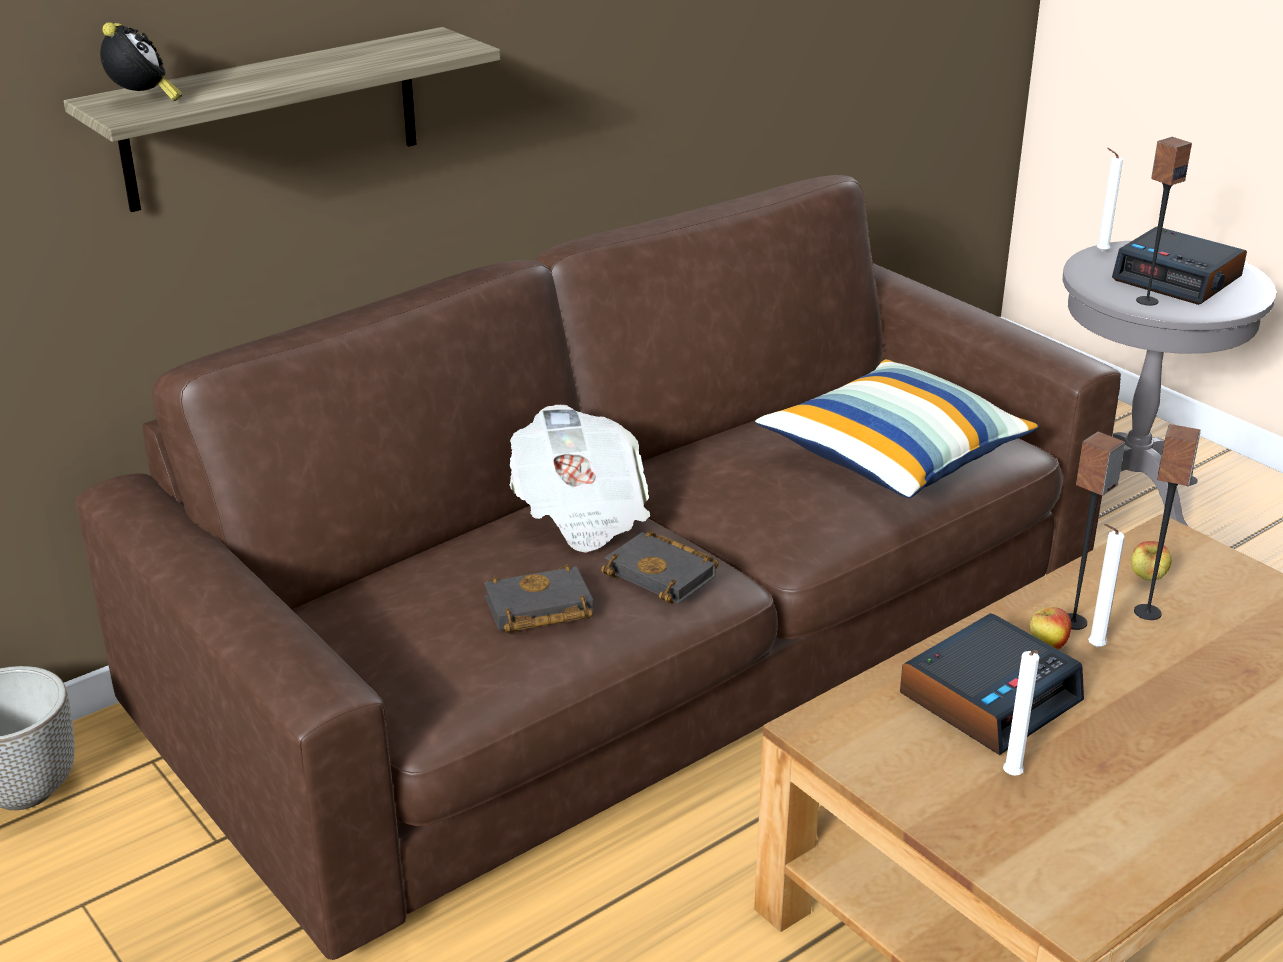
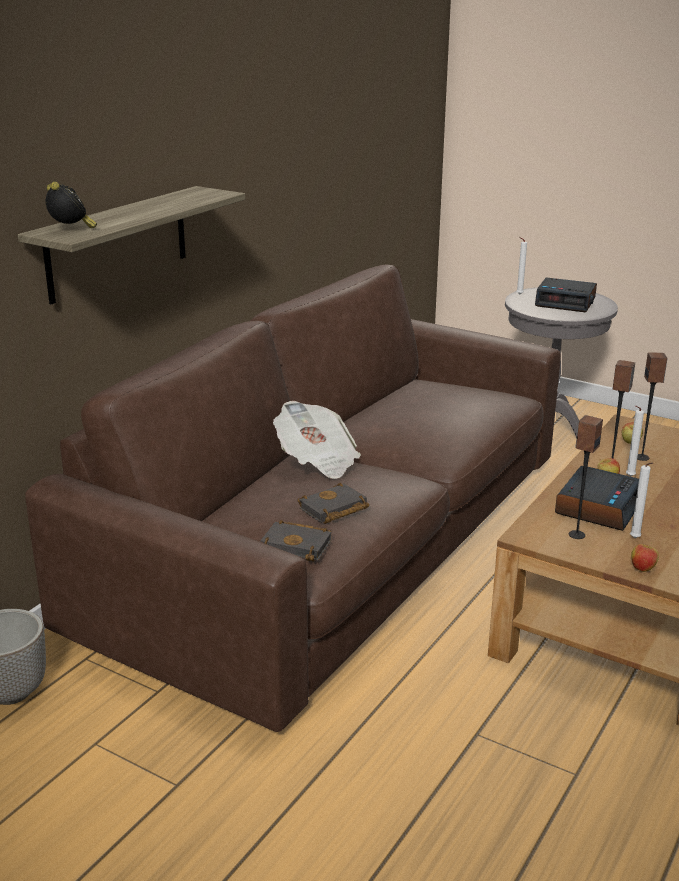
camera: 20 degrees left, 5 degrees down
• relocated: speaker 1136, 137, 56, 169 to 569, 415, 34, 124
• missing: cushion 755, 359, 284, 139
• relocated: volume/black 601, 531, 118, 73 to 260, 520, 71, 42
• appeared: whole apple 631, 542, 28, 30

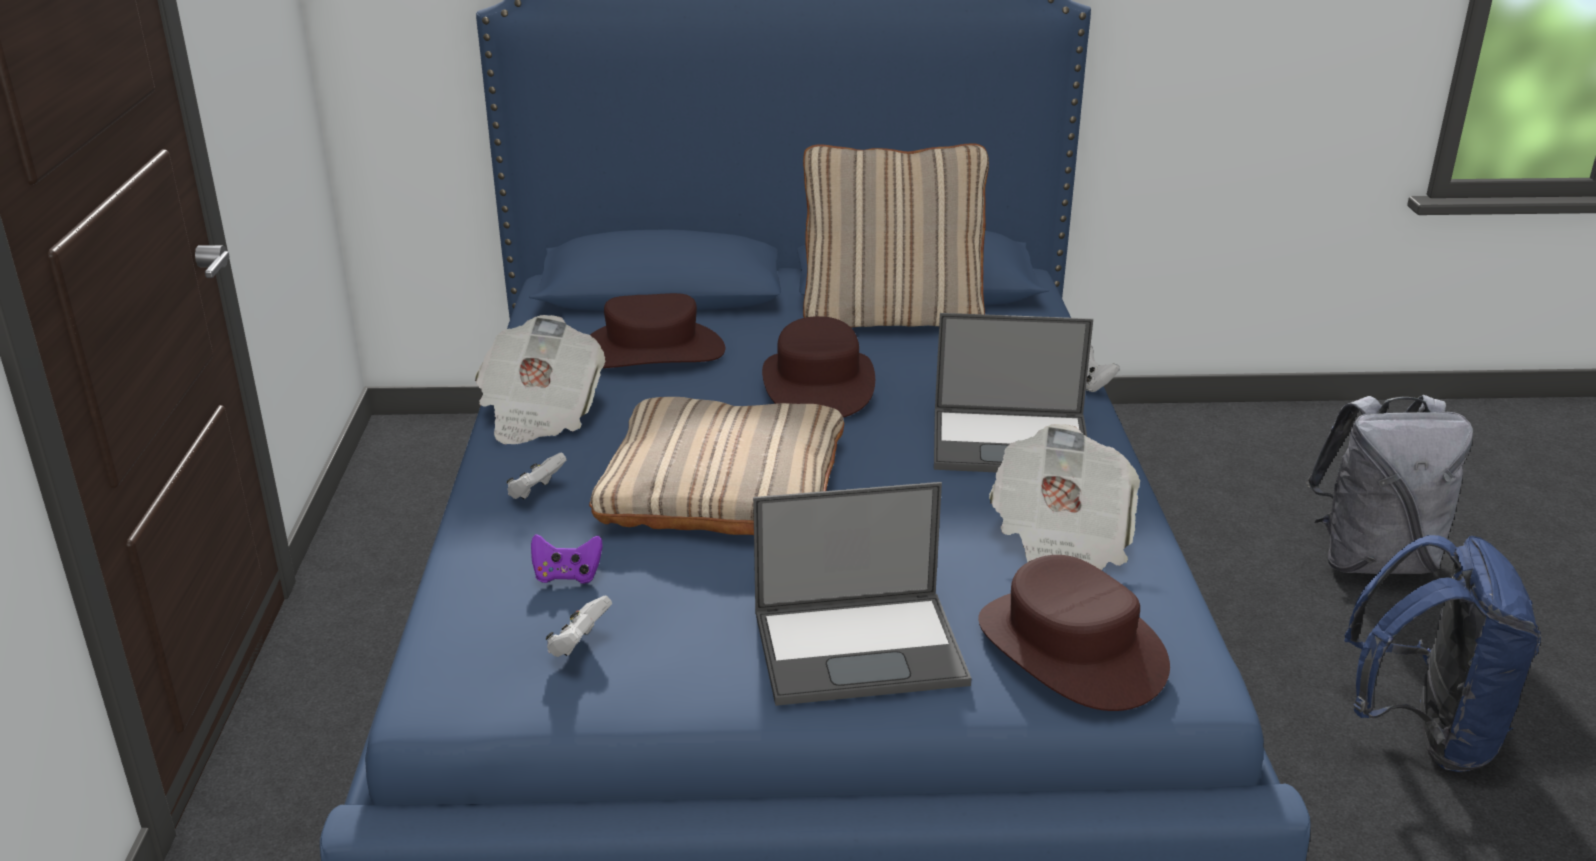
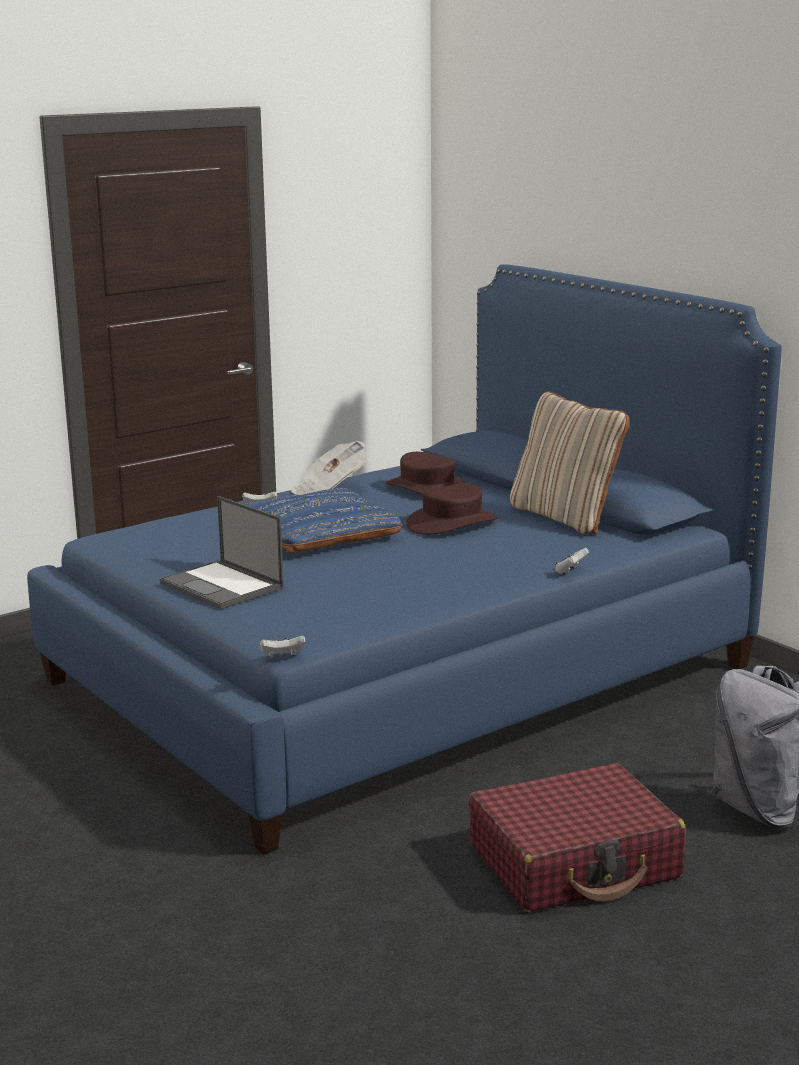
camera: 55 degrees right, 10 degrees down
• missing: notebook computer 934, 313, 159, 160
• colour: cushion/beige 589, 397, 255, 138 to cushion/bluish 244, 488, 158, 65
• missing: printed paper 989, 424, 151, 146
• missing: game controller/purplish 531, 534, 72, 50
• exchanged: rucksack/bluish 1344, 535, 197, 237 to suitcase/red-coloured 469, 763, 217, 149
• missing: clothing hat/brownish 978, 555, 192, 156
• relocated: game controller/white-coloured 546, 596, 66, 61 to 260, 636, 45, 22

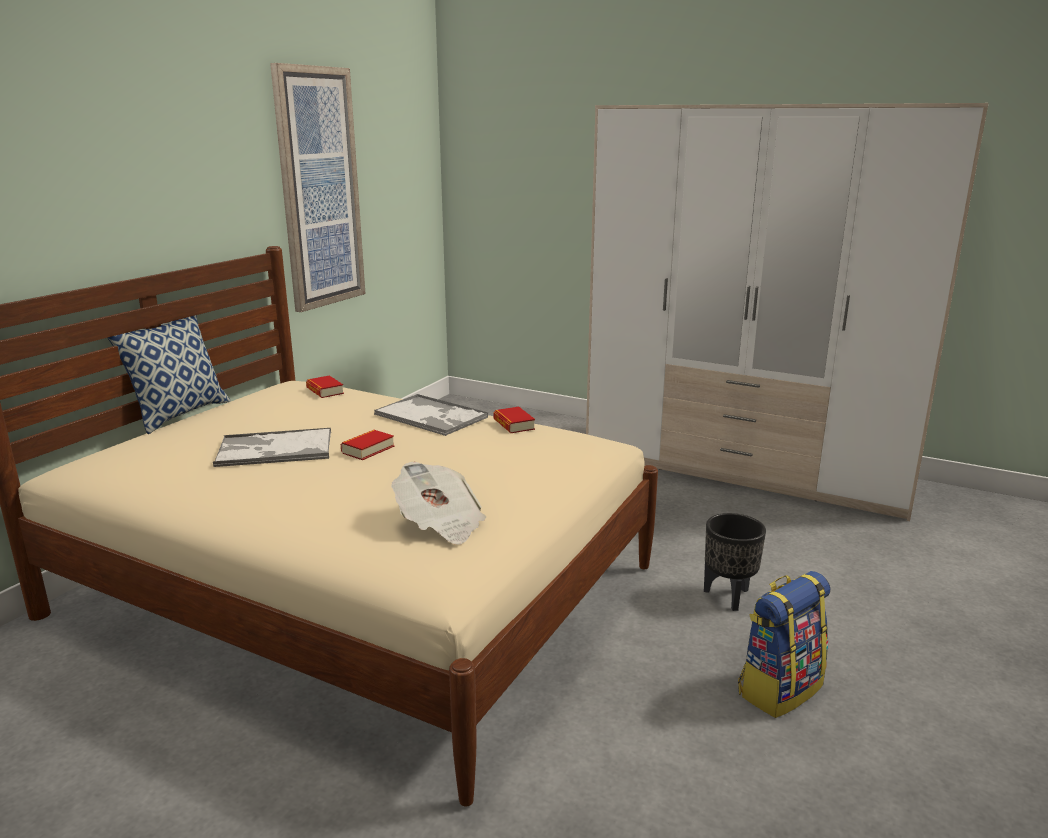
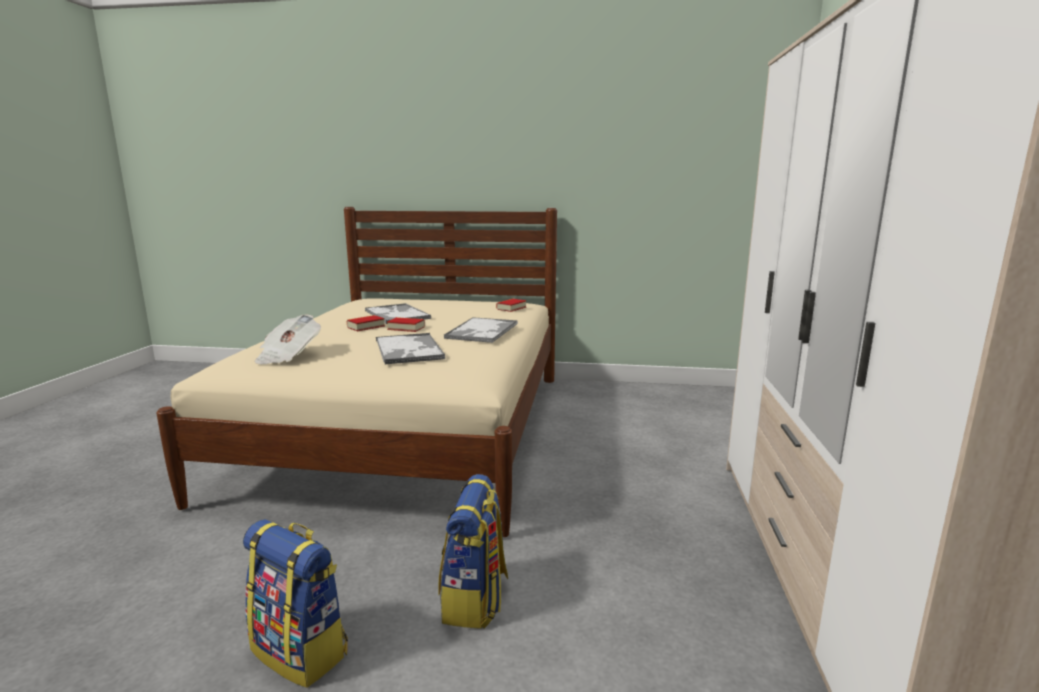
camera: 70 degrees right, 5 degrees down
• missing: wall picture 270, 63, 95, 249
• missing: cushion 108, 315, 123, 119
• relocated: volume 493, 407, 42, 26 to 347, 315, 38, 16
• exchanged: planter/black 704, 513, 62, 98 to rucksack 438, 474, 70, 155
• appeared: serving tray 376, 333, 69, 31

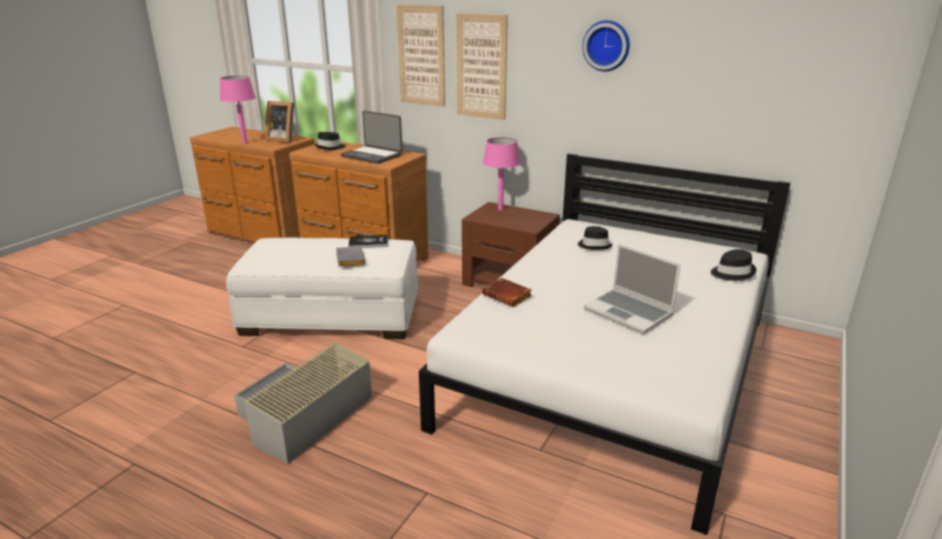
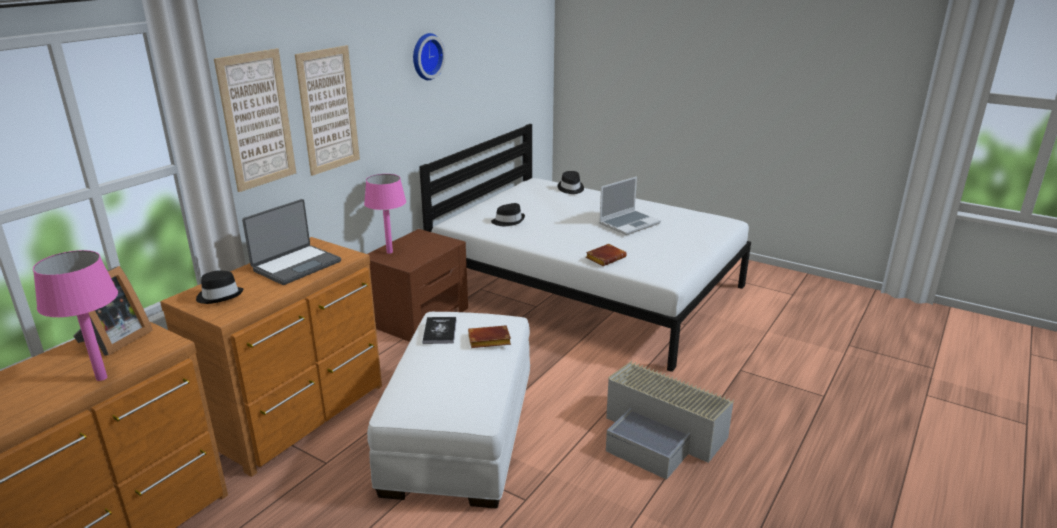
camera: 85 degrees left, 0 degrees up
• colour: volume/grey 336, 247, 29, 20 to volume/brownish 468, 326, 43, 22

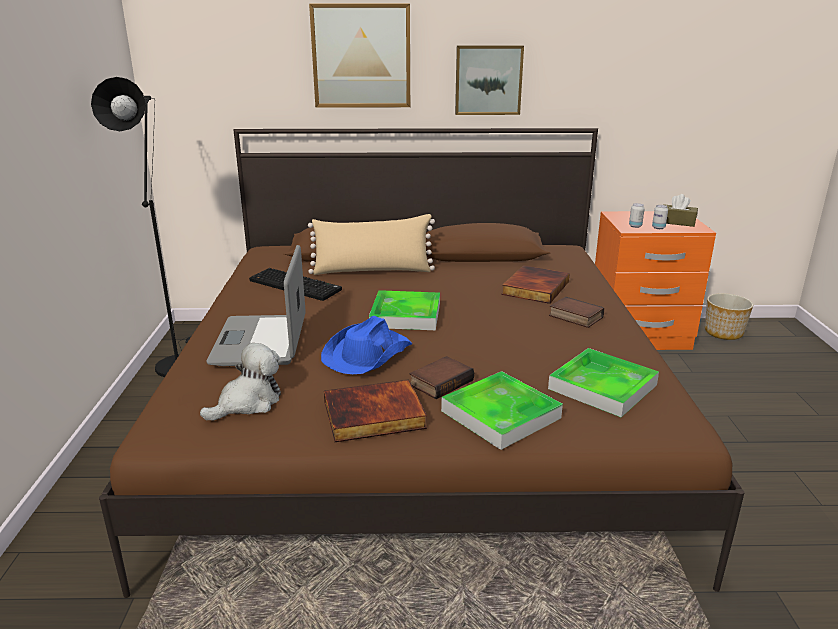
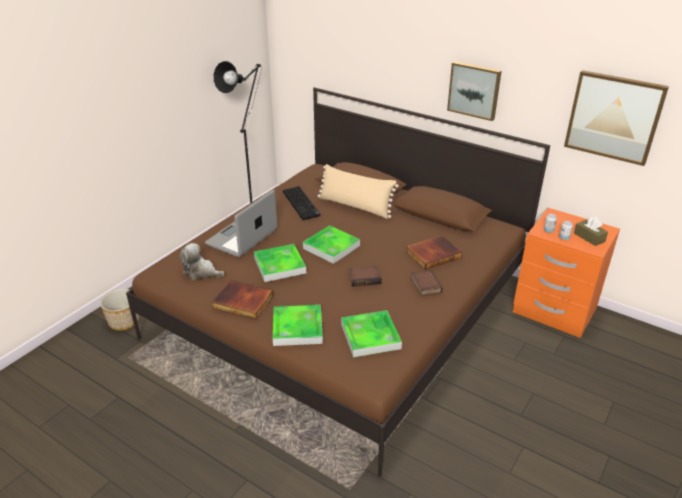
camera: 35 degrees right, 10 degrees up
• relocated: wall picture 309, 4, 101, 104 to 564, 70, 105, 96
• relocated: planter 705, 293, 48, 47 to 100, 289, 39, 42
• exchanged: clothing hat/bluish 321, 316, 91, 58 to serving tray 254, 244, 52, 38
• spun: cuddly toy 200, 343, 81, 77 = 179, 243, 45, 36 150 degrees counterclockwise
• relocated: volume 409, 356, 65, 43 to 348, 266, 34, 21

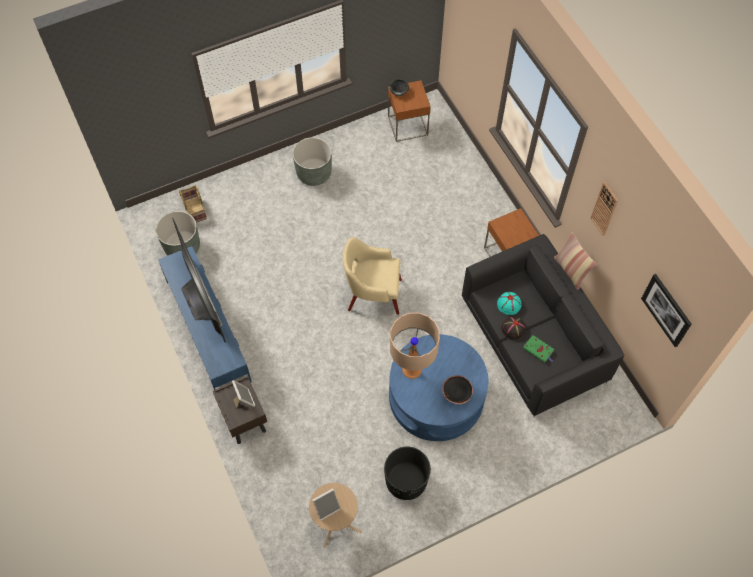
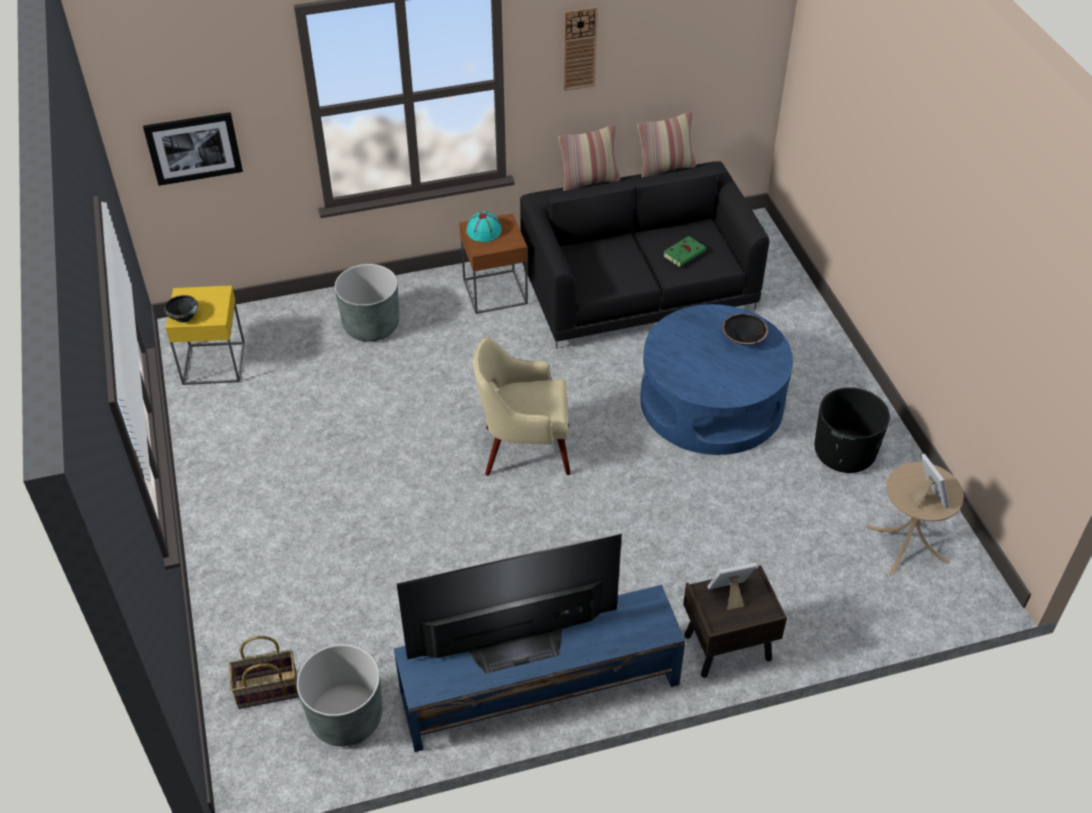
camera: 80 degrees left, 15 degrees down
• colour: end table/brownish 388, 80, 43, 62 to end table/yellow-coloured 166, 285, 79, 100
• relocated: planter/grey 293, 137, 39, 49 to 334, 264, 65, 78
• spun: armchair/beige 343, 237, 59, 78 = 473, 337, 98, 139 75 degrees clockwise
• relocated: wall picture 641, 274, 51, 73 to 143, 112, 100, 74
• relocated: clothing hat/turquoise 497, 292, 25, 23 to 467, 211, 35, 31
• missing: lamp for a table/beige 390, 313, 50, 66
• missing: clothing hat/black 501, 316, 25, 24
• appeared: cushion 637, 111, 59, 66

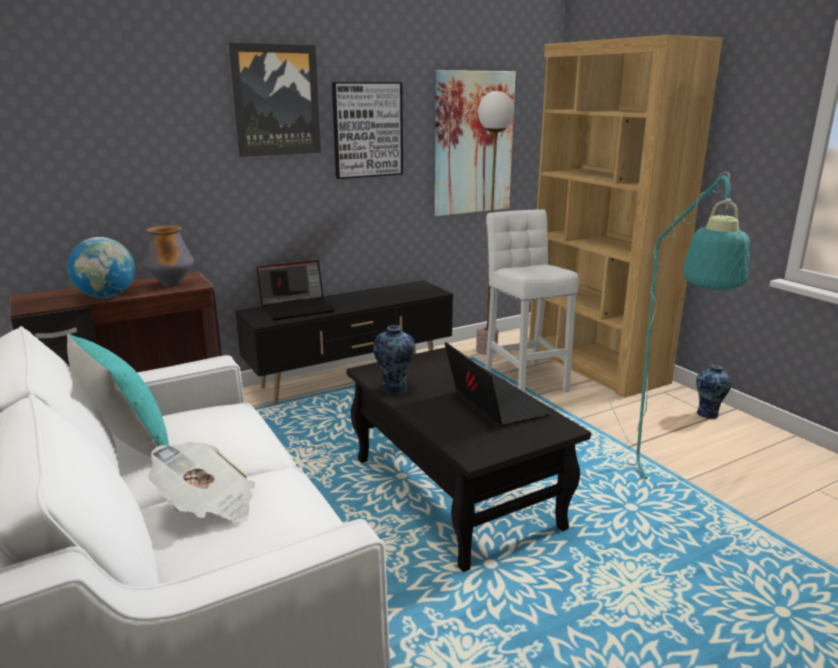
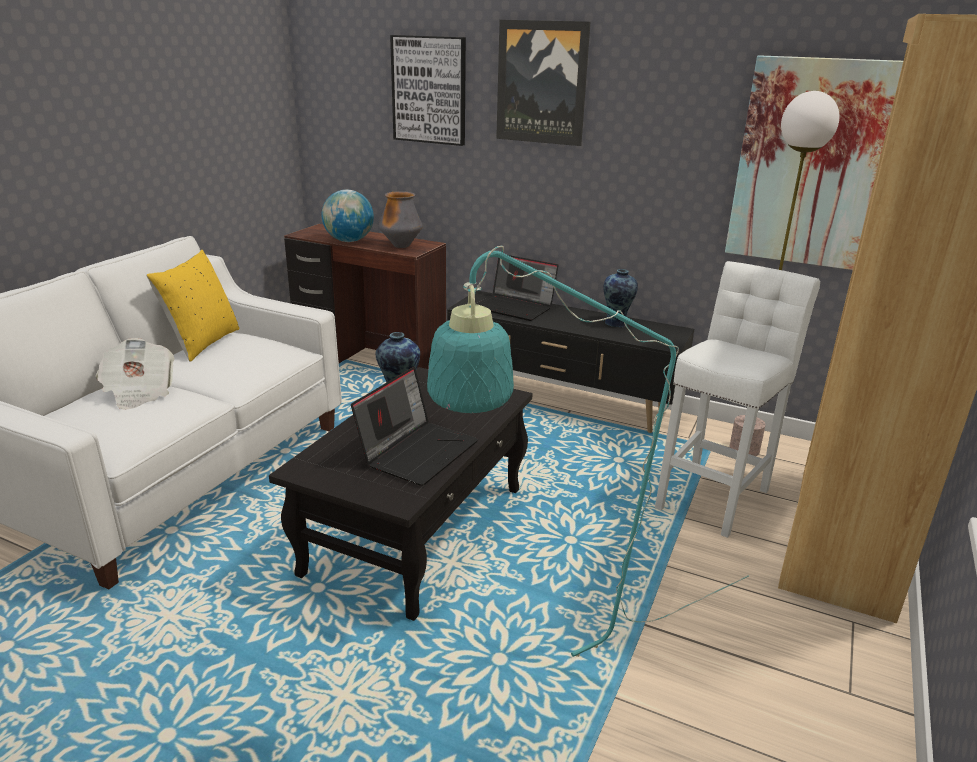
camera: 55 degrees right, 5 degrees up
• relocated: wall picture 332, 82, 71, 97 to 390, 35, 76, 111
• colour: cushion/turquoise 67, 334, 102, 123 to cushion/yellow-coloured 146, 250, 93, 112
• relocated: decorative vase 696, 365, 37, 54 to 603, 269, 35, 58

